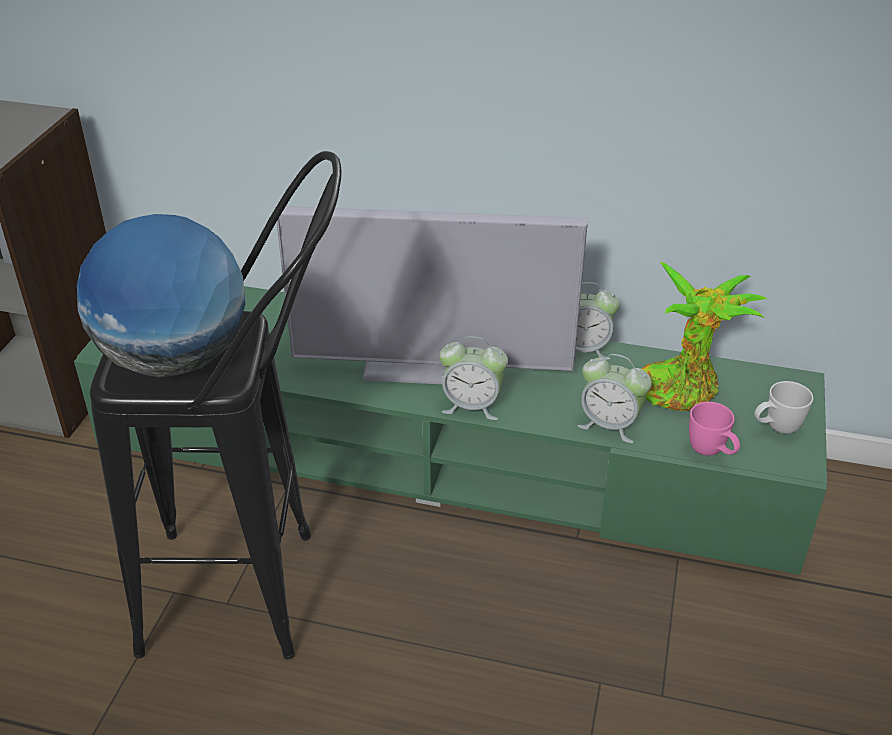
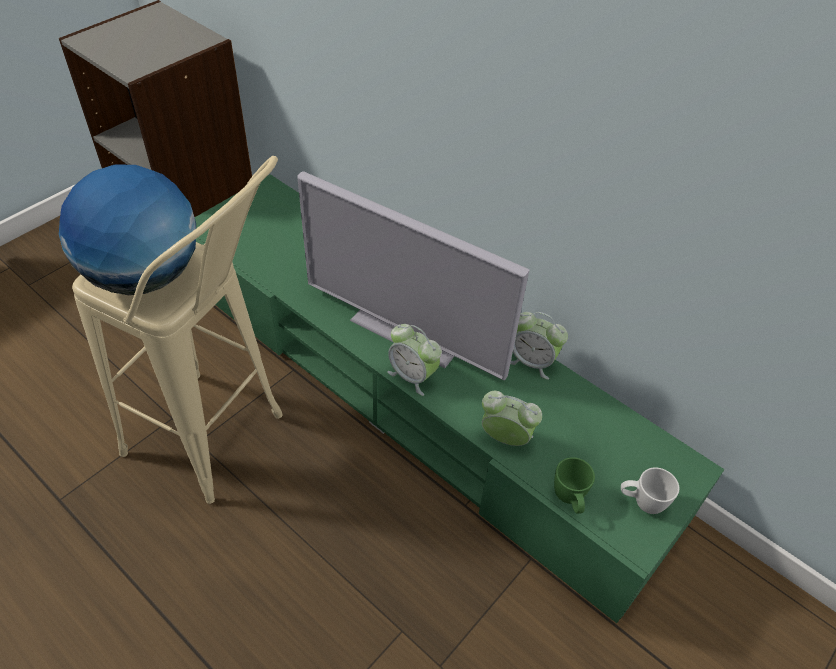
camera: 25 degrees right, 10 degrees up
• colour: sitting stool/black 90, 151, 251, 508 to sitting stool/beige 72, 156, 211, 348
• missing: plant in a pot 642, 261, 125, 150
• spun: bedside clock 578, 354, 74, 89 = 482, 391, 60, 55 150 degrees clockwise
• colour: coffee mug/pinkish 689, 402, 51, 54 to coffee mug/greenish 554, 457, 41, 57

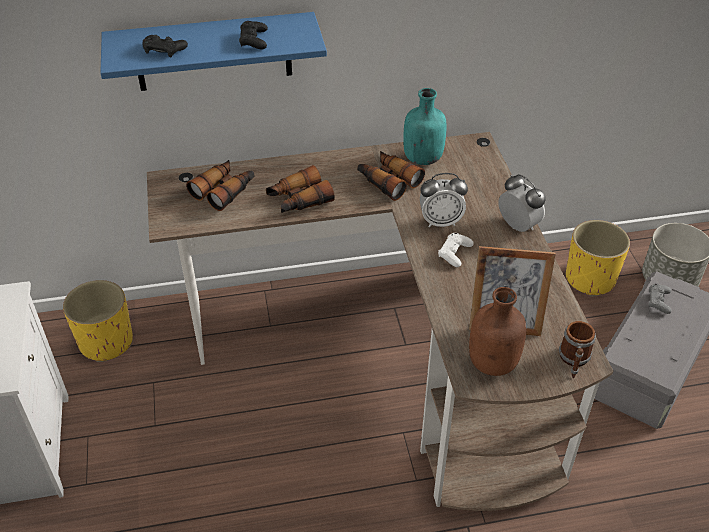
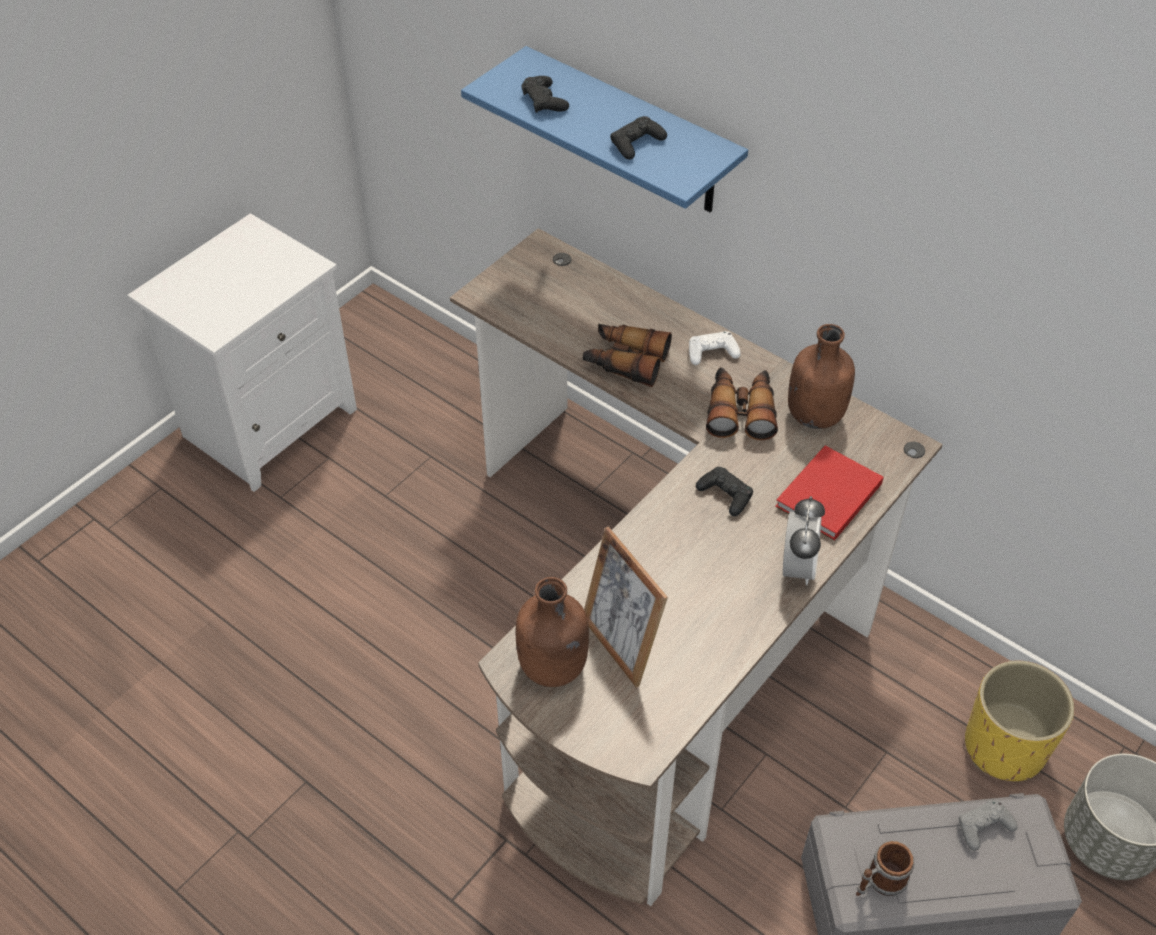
camera: 50 degrees right, 5 degrees up
• colour: beverage bottle/turquoise 403, 88, 43, 77 to beverage bottle/brownish 788, 324, 67, 105
• missing: binoculars 186, 160, 69, 51
• exchanged: bedside clock 420, 173, 48, 54 to game controller/black 696, 467, 57, 49
• relocated: game controller/white-coloured 438, 233, 36, 34 to 689, 331, 52, 34
• missing: planter/yellow-coloured 63, 280, 70, 82
• relocated: coffee mug 559, 321, 37, 57 to 856, 841, 58, 55
• appeared: volume/red-coloured 775, 446, 108, 95

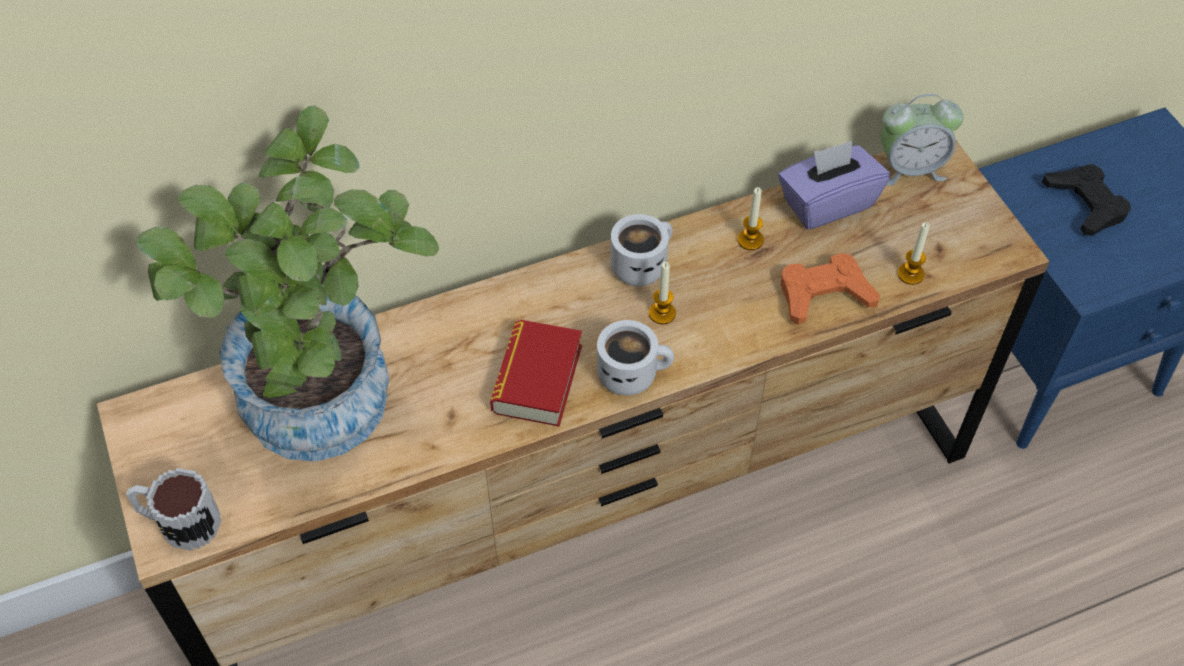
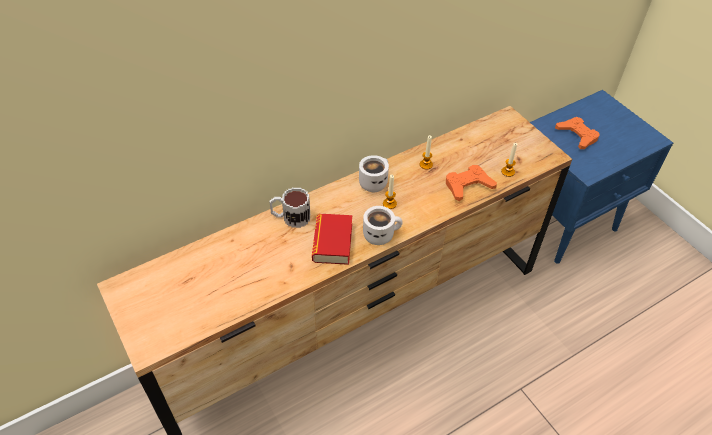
camera: 10 degrees left, 5 degrees down
• missing: bedside clock 881, 94, 83, 92
• missing: plant in a pot 136, 106, 303, 356
• missing: box of tissues/purplish 778, 141, 112, 89
• colour: game controller/black 1042, 164, 89, 72 to game controller/orange 555, 117, 45, 32
• relocated: coffee mug 126, 468, 96, 83 to 270, 188, 40, 40

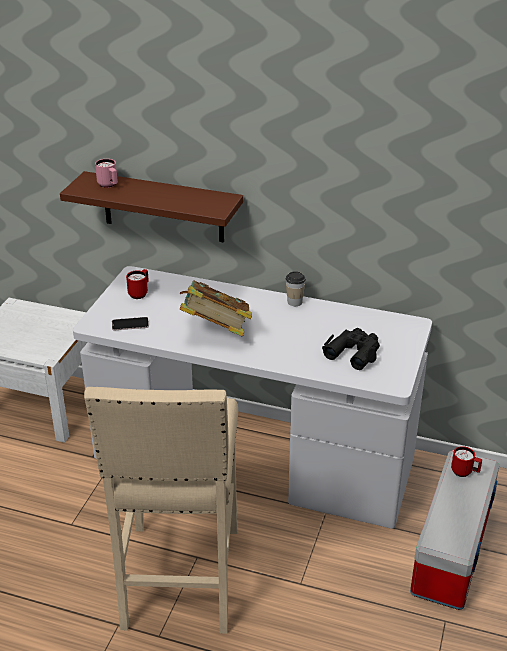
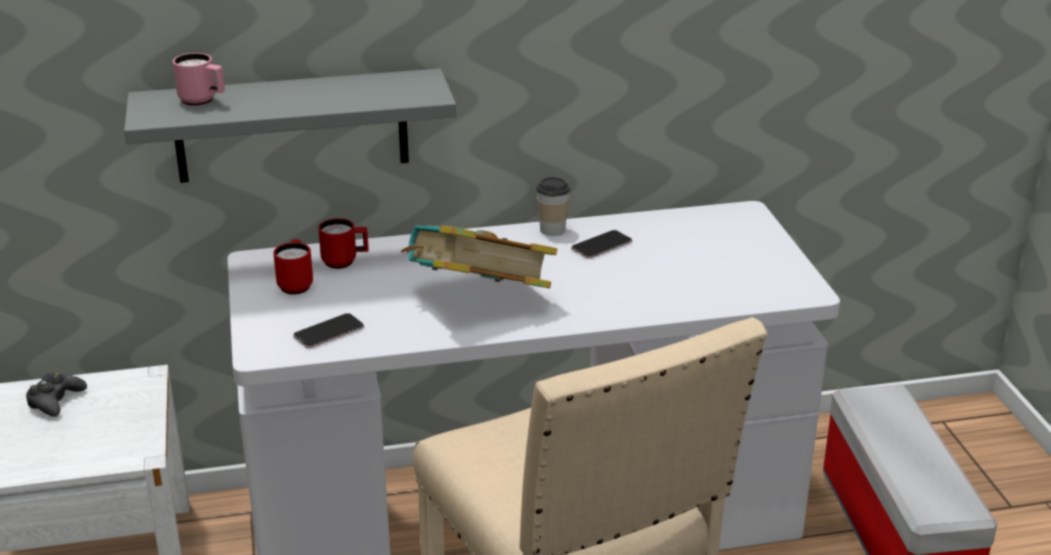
camera: 30 degrees left, 5 degrees down
• colour: bracket shelf/brownish 60, 171, 183, 72 to bracket shelf/grey 124, 68, 332, 115
• missing: binoculars/black 322, 328, 58, 42
• relocated: coffee mug/red-coloured 451, 446, 31, 31 to 318, 218, 51, 51
• appeared: handset 571, 230, 61, 29
• appeared: game controller/black 26, 372, 61, 45

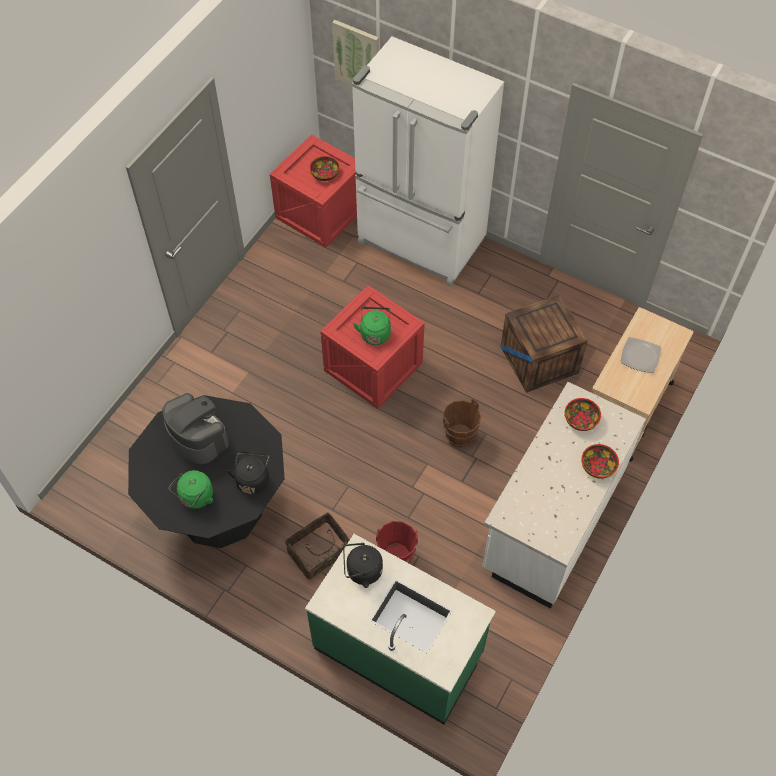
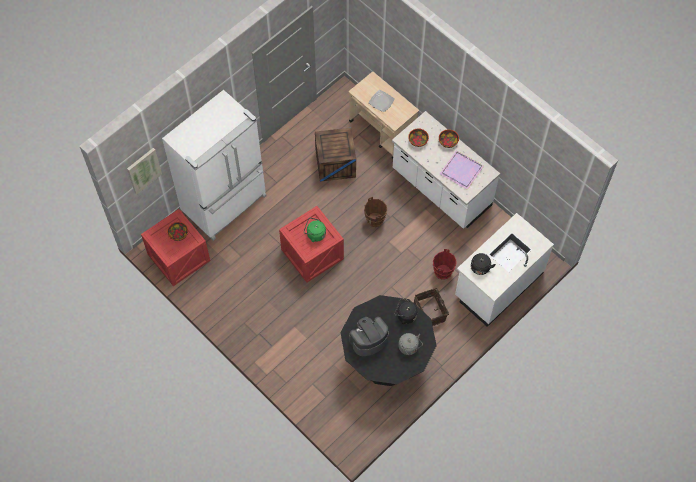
camera: 75 degrees left, 5 degrees up
• colour: water kettle/greenish 169, 470, 44, 39 to water kettle/grey 398, 333, 25, 22
• colour: counter/greenish 305, 534, 191, 190 to counter/white-coloured 455, 213, 99, 114
• appeared: serving tray/purplish 440, 150, 44, 40

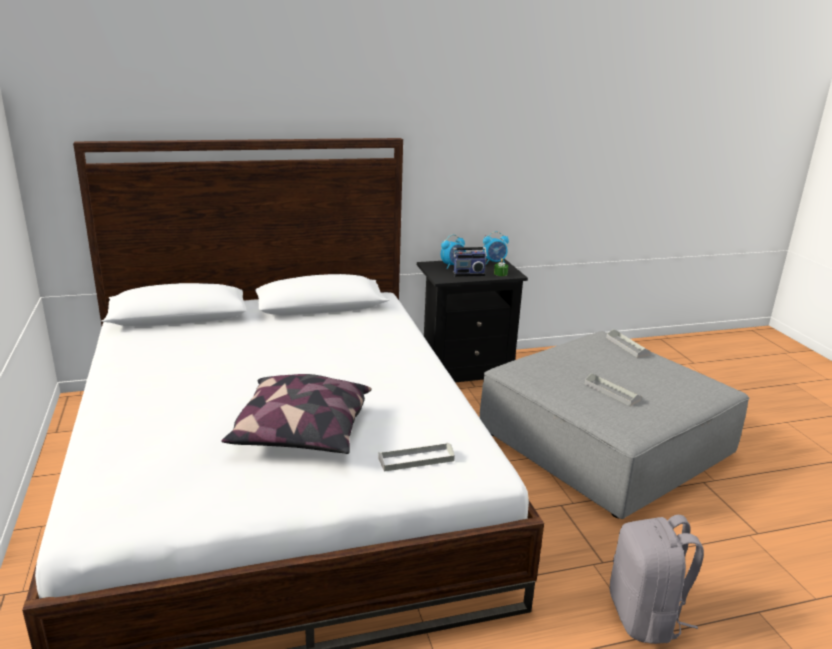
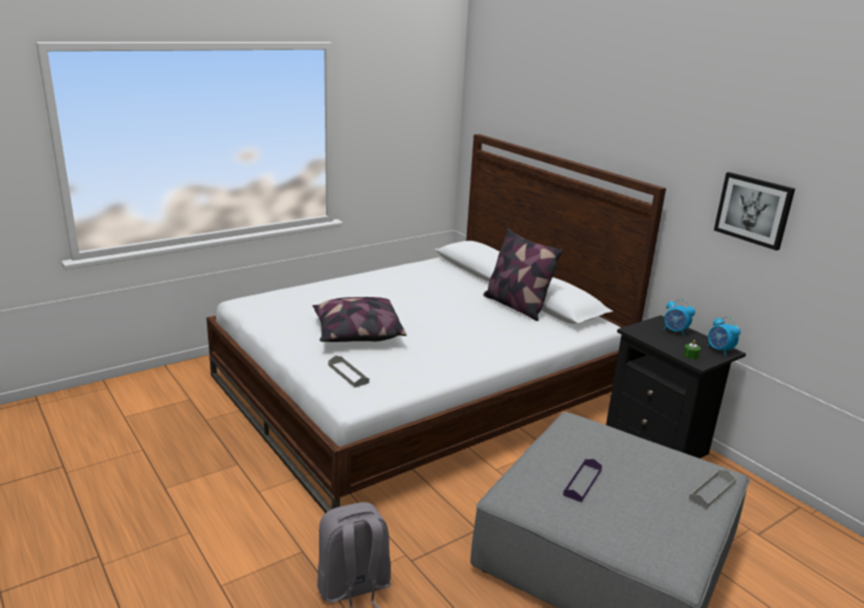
camera: 70 degrees right, 0 degrees up
• missing: radio 453, 235, 34, 42
• colour: serving tray/grey 585, 373, 56, 33 to serving tray/purplish 563, 459, 39, 43
• appeared: wall picture 714, 172, 81, 79
• appeared: cushion 483, 228, 80, 93

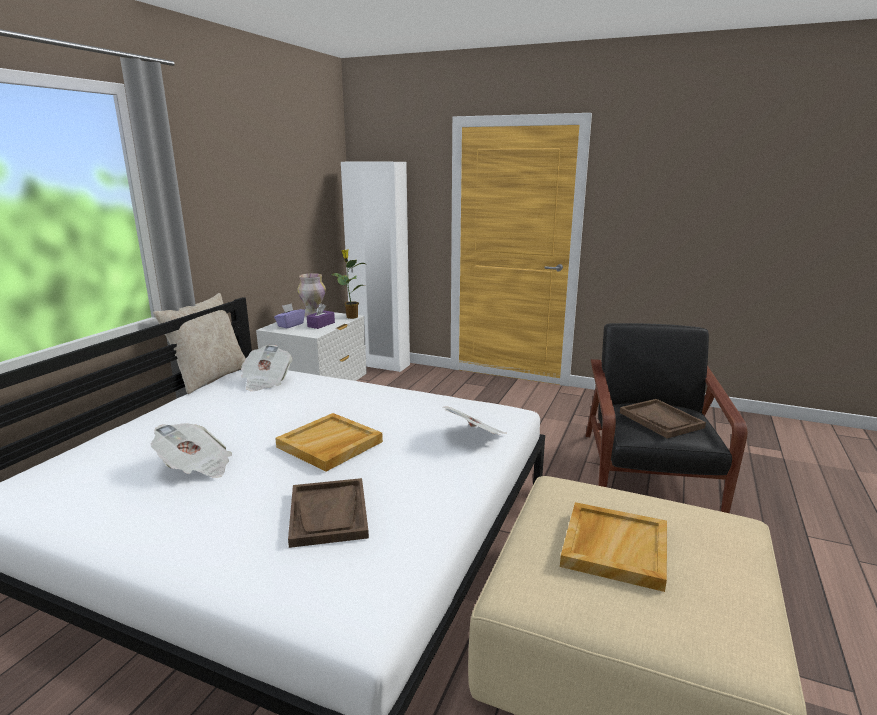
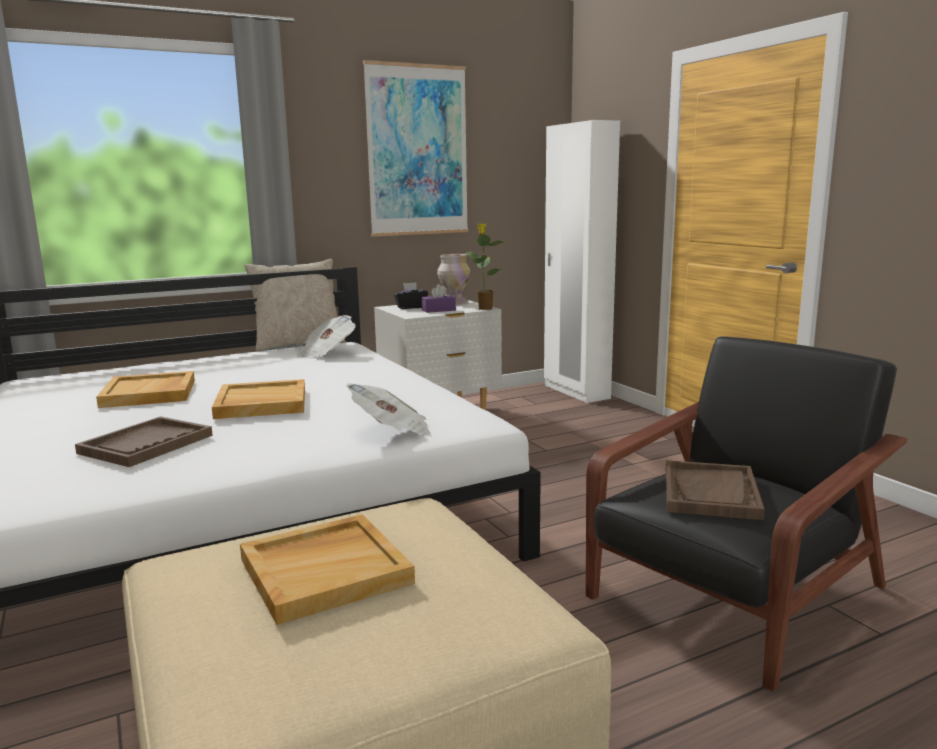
camera: 40 degrees right, 5 degrees down
• colour: box of tissues/purplish 274, 303, 31, 25 to box of tissues/black 394, 282, 34, 27
• exchanged: printed paper 150, 423, 82, 55 to serving tray/beige 96, 371, 99, 37
• appeared: wall picture 363, 60, 105, 177

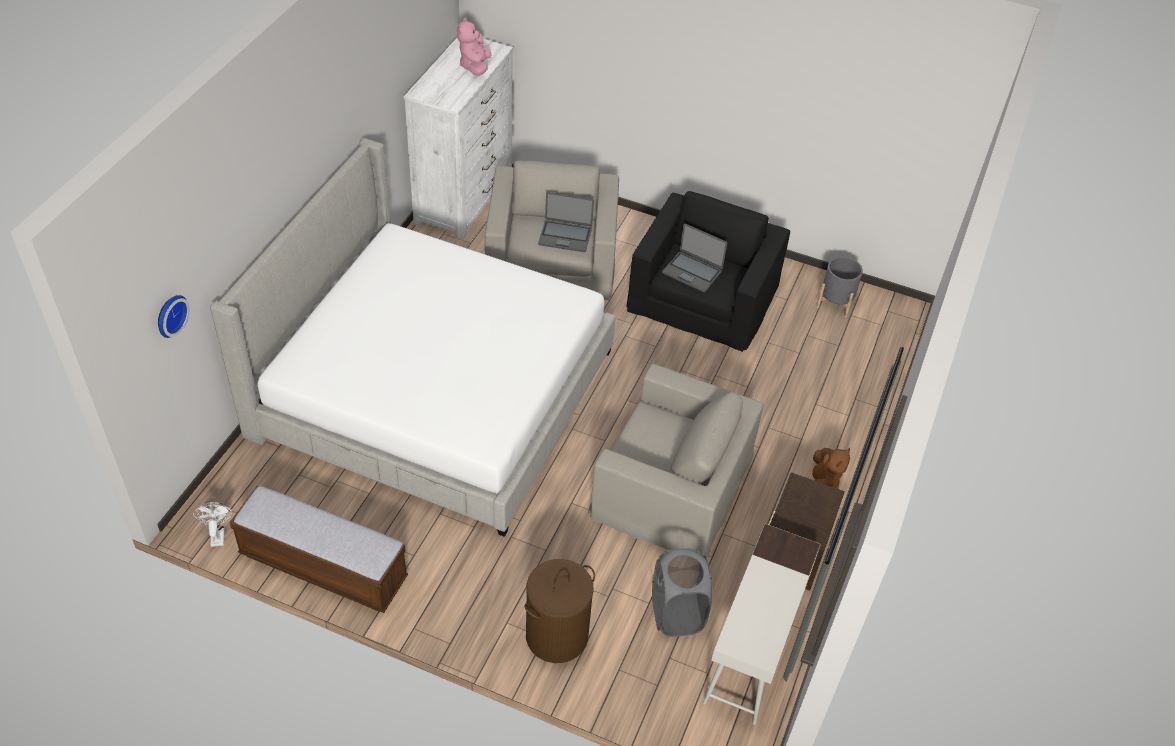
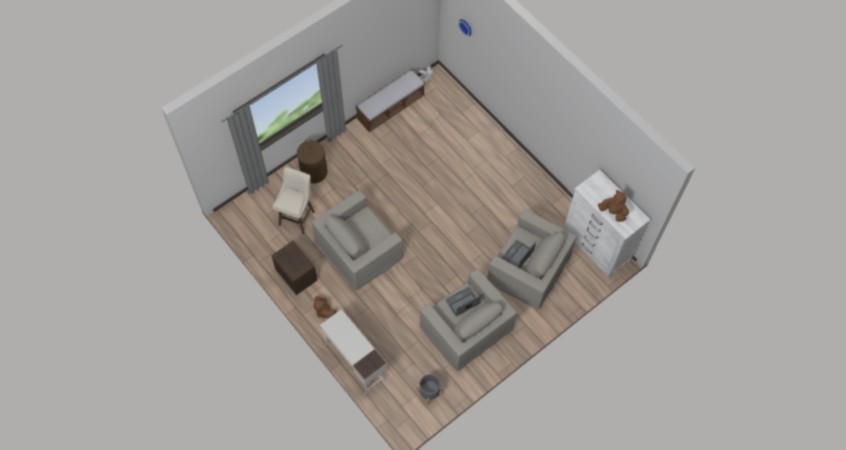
camera: 120 degrees right, 15 degrees up
• colour: cuddly toy/pinkish 457, 18, 35, 58 to cuddly toy/brownish 598, 190, 31, 32
• missing: bedroom bed 210, 138, 406, 399
• colour: armchair/black 626, 191, 164, 161 to armchair/beige 419, 268, 98, 103
• relocated: desk table/white-coloured 703, 524, 118, 201 to 320, 309, 67, 85
• exchanged: washing basket/grey 652, 548, 60, 89 to sitting stool/beige 272, 167, 43, 68

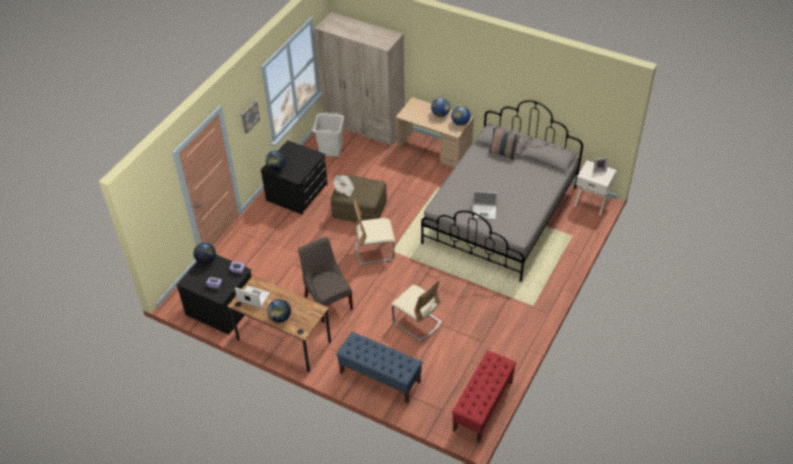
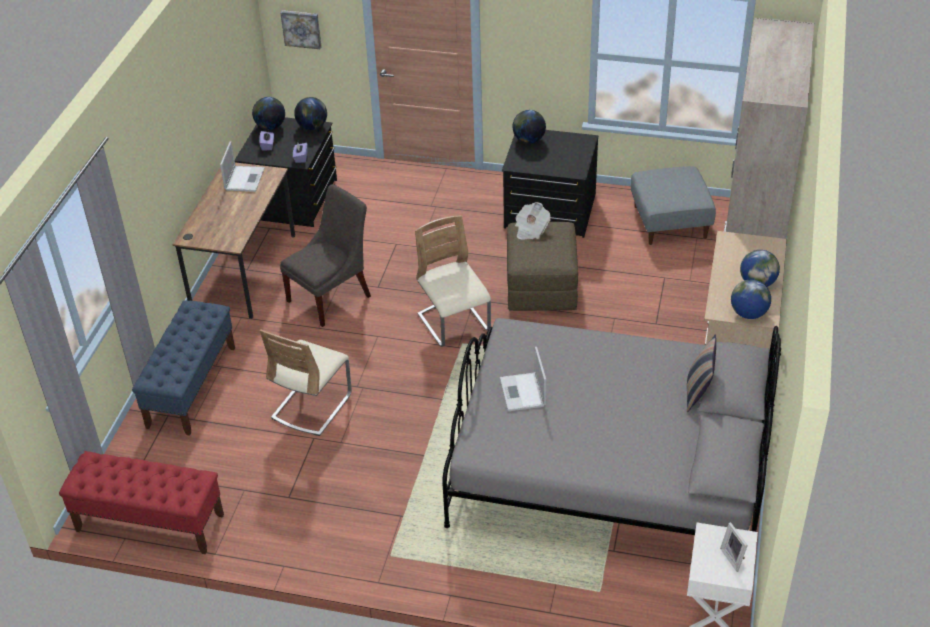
camera: 75 degrees right, 5 degrees down
• relocated: wall picture 241, 101, 19, 33 to 280, 10, 42, 39
• exchanged: washing basket/white-coloured 312, 112, 32, 45 to pouffe/grey 631, 166, 85, 79
• relocated: globe 267, 299, 24, 24 to 252, 97, 33, 33

